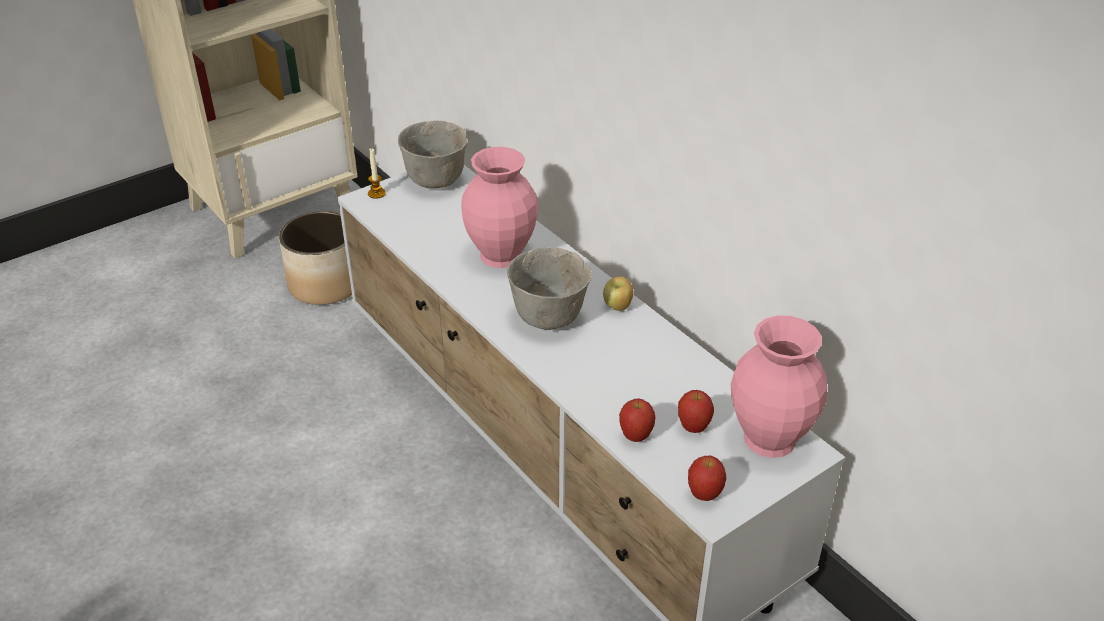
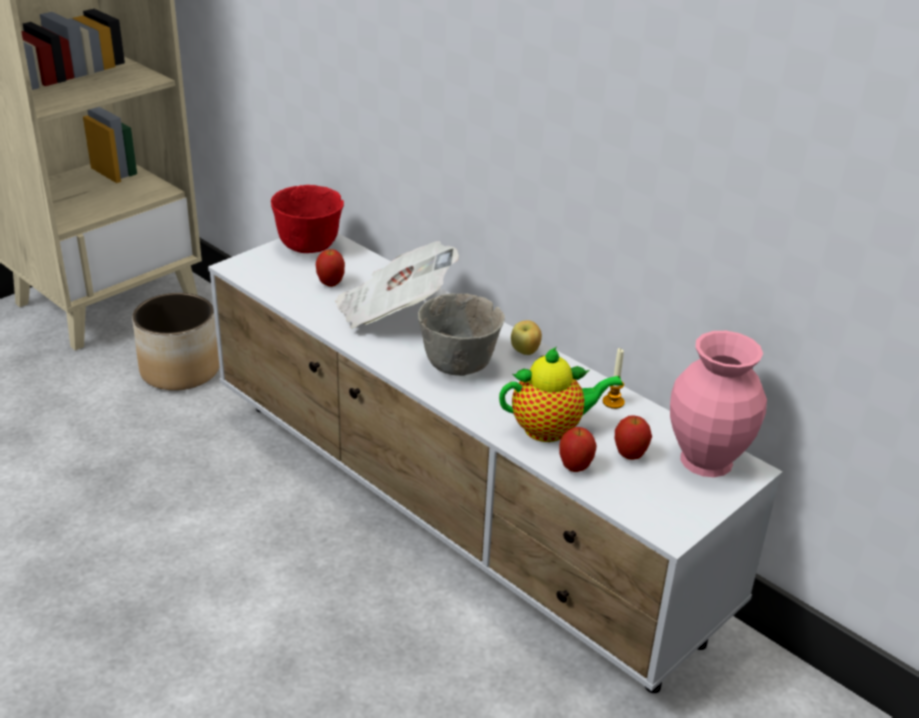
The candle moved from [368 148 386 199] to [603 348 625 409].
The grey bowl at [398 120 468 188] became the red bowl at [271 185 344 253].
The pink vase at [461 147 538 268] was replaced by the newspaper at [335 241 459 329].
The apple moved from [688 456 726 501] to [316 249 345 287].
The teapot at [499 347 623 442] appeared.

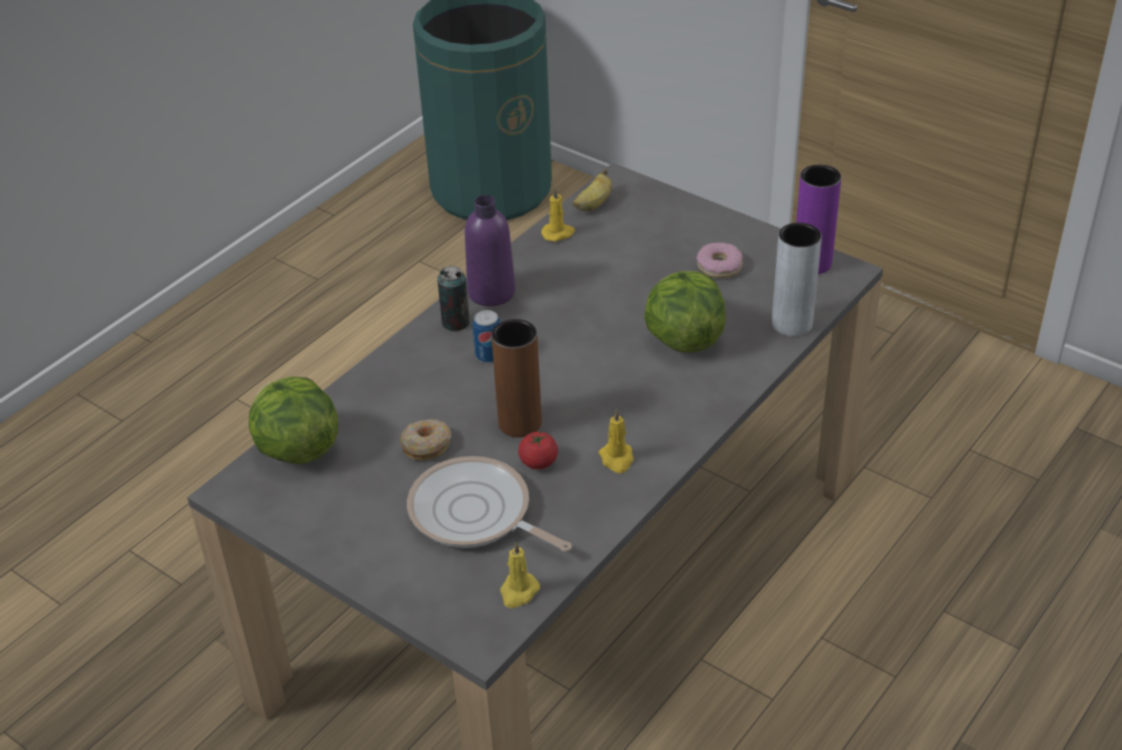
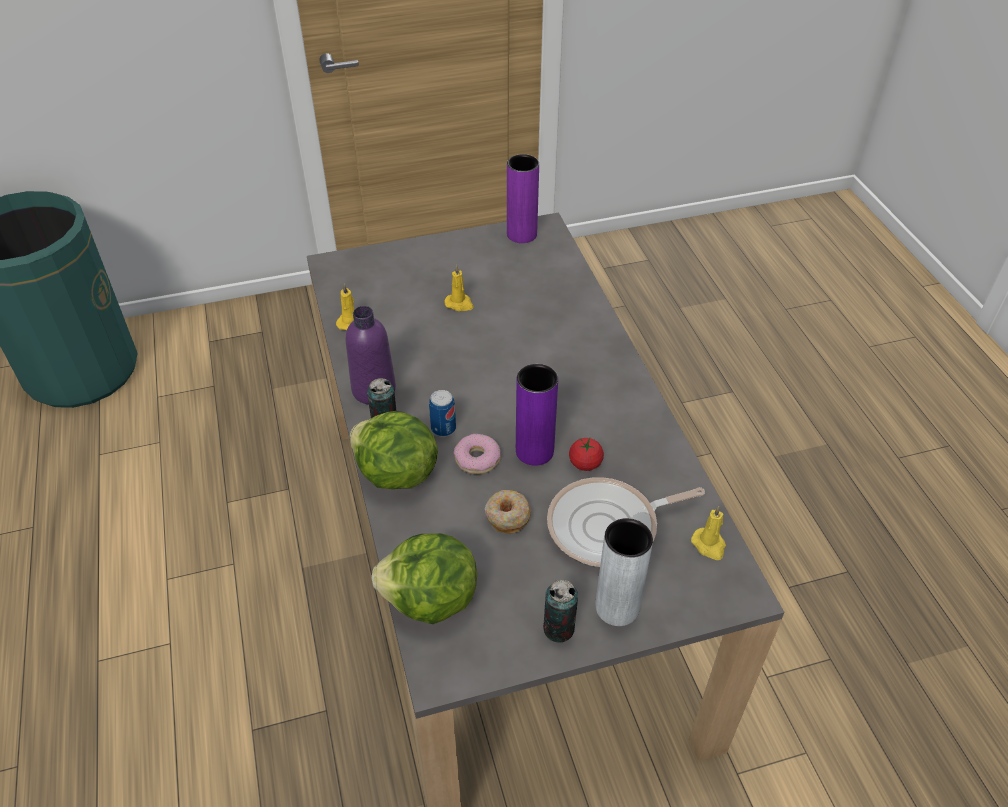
The brown vase at [491 319 542 438] became the purple vase at [516 364 558 466].
The banana at [572 169 612 211] disappeared.
The yellow candle moved from [599 409 634 473] to [445 265 474 311].
The lettuce moved from [644 271 726 353] to [350 411 438 489].
The donut moved from [696 243 743 278] to [454 434 501 474].
The grey vase moved from [772 223 822 336] to [596 518 653 626].
The can at [543 580 578 643] appeared.

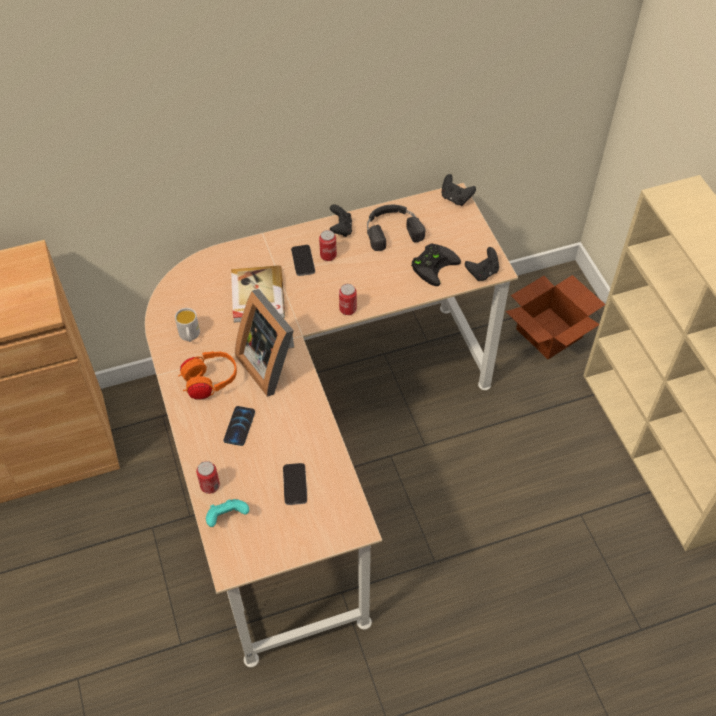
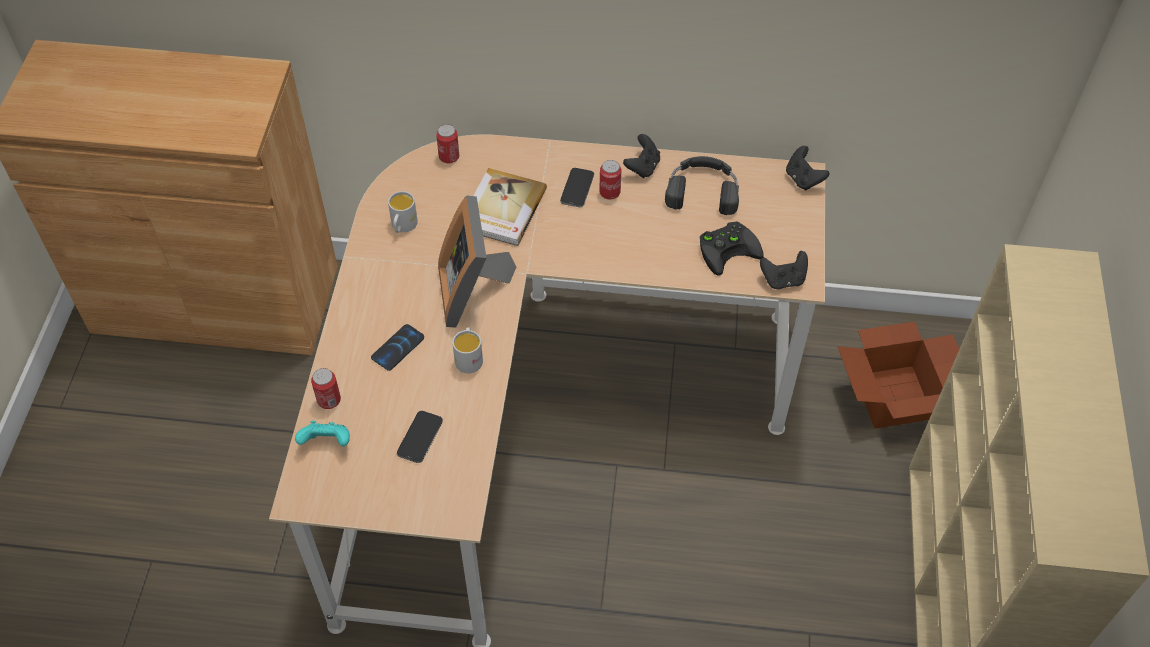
The orange headphones at [178 351 237 399] disappeared.
The can moved from [339 284 357 315] to [436 124 459 163].
The white mug at [452 327 483 373] appeared.

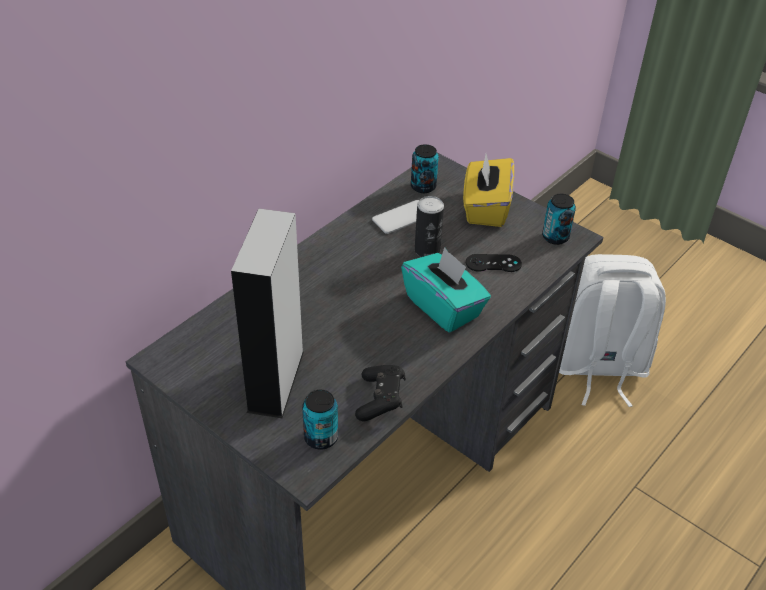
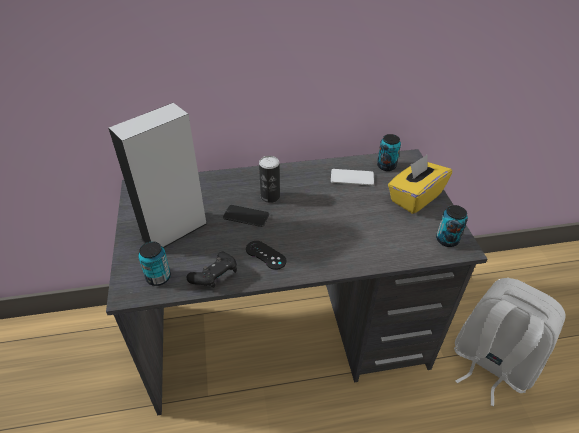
The turquoise tissue box at [401 247 491 332] disappeared.
The can moved from [415 196 444 257] to [259 156 280 203].
The black game controller moved from [466 254 522 272] to [246 241 287 270].
The phone at [223 205 269 227] appeared.

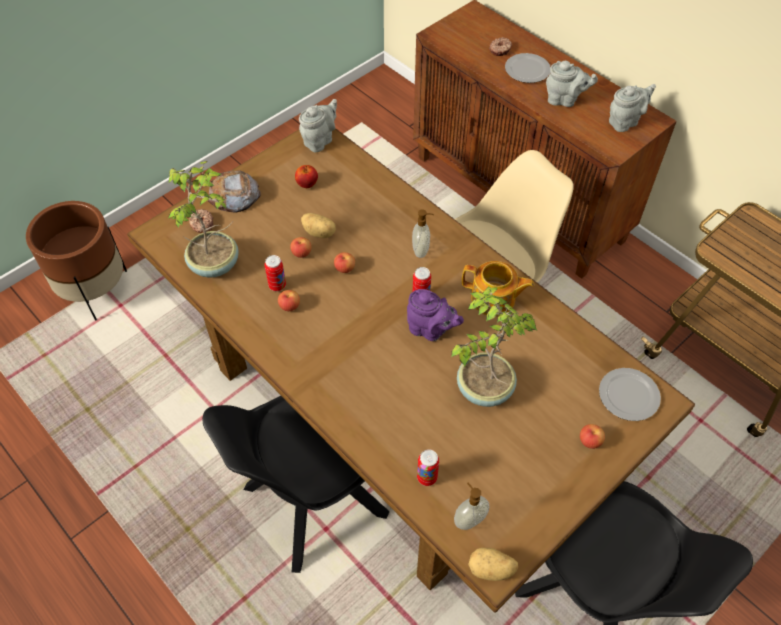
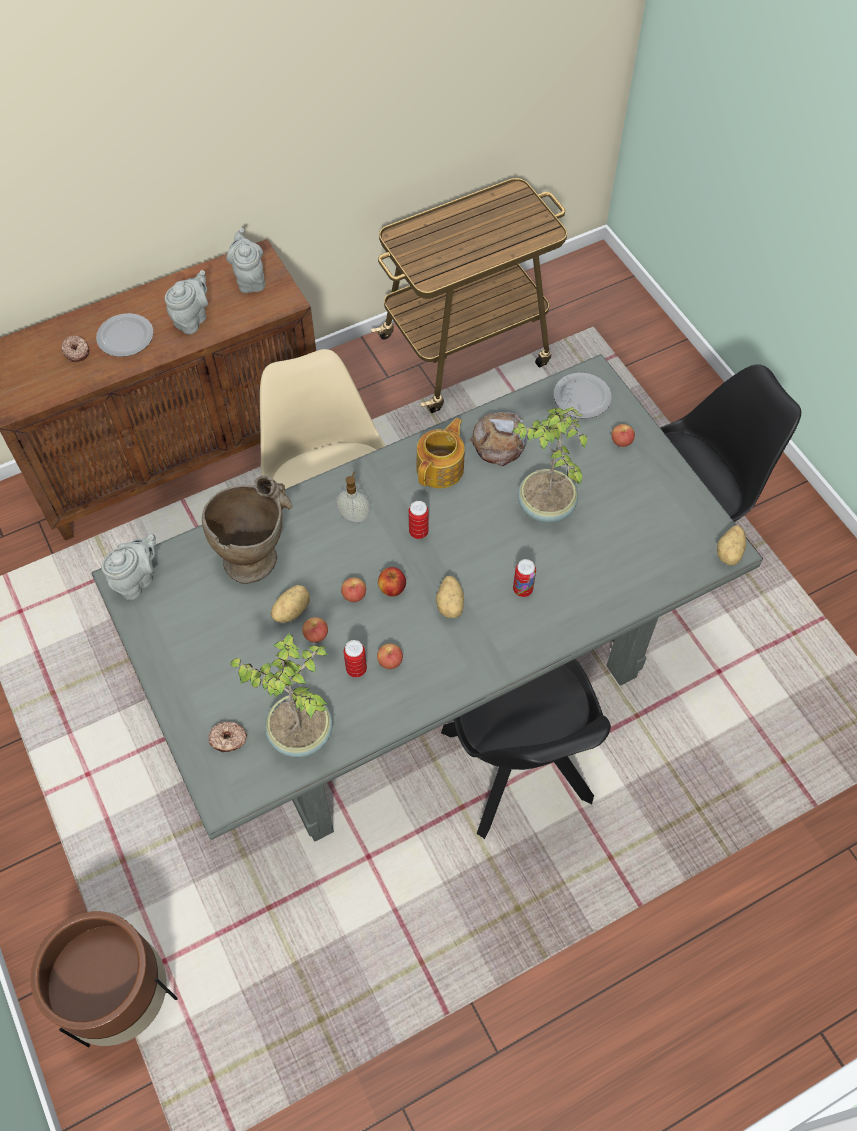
The brown dining table at [127 128 695 613] became the grey dining table at [92 354 763 842].
The bread moved from [208 170 261 212] to [470 412 528 466].
The apple moved from [295 165 318 188] to [378 567 406 597].
The grey teapot at [299 99 337 152] turned 75 degrees clockwise.
The purple teapot at [407 289 464 341] disappeared.
The can moved from [417 449 439 486] to [513 559 536 597].
The soap dispenser at [454 483 489 530] disappeared.
The beige vase at [202 475 293 584] appeared.
The potato at [436 576 464 618] appeared.

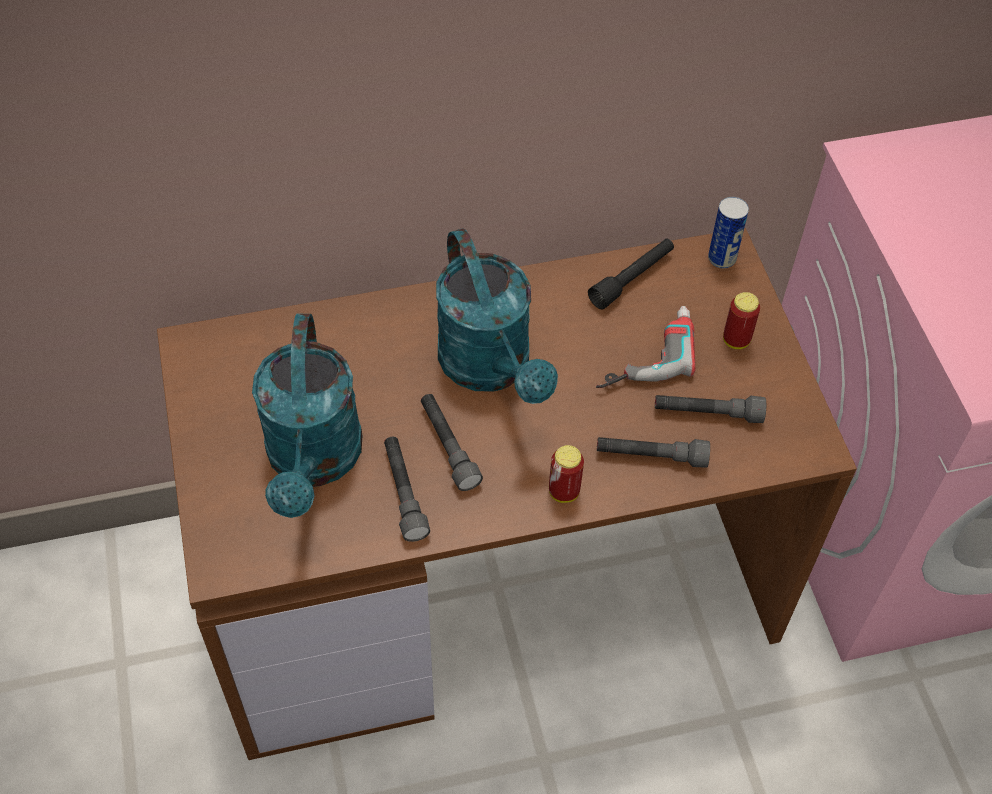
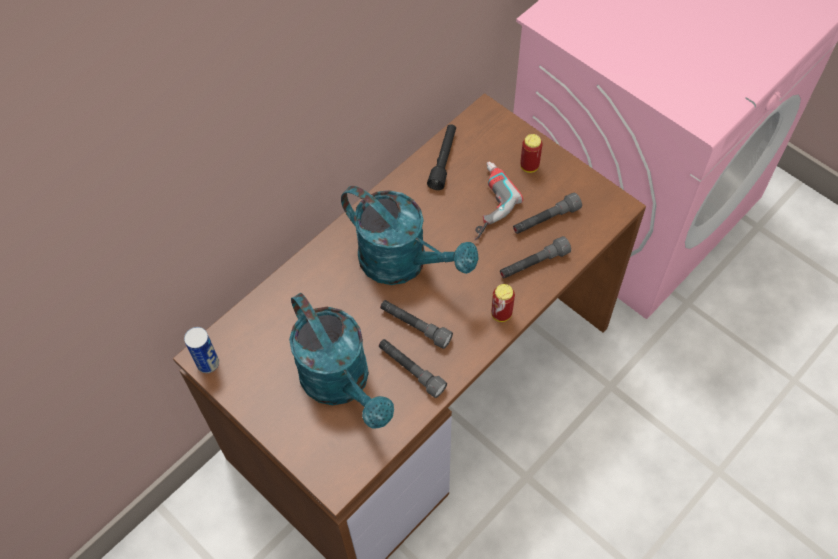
The can moved from [708 197 749 268] to [184 327 219 373].

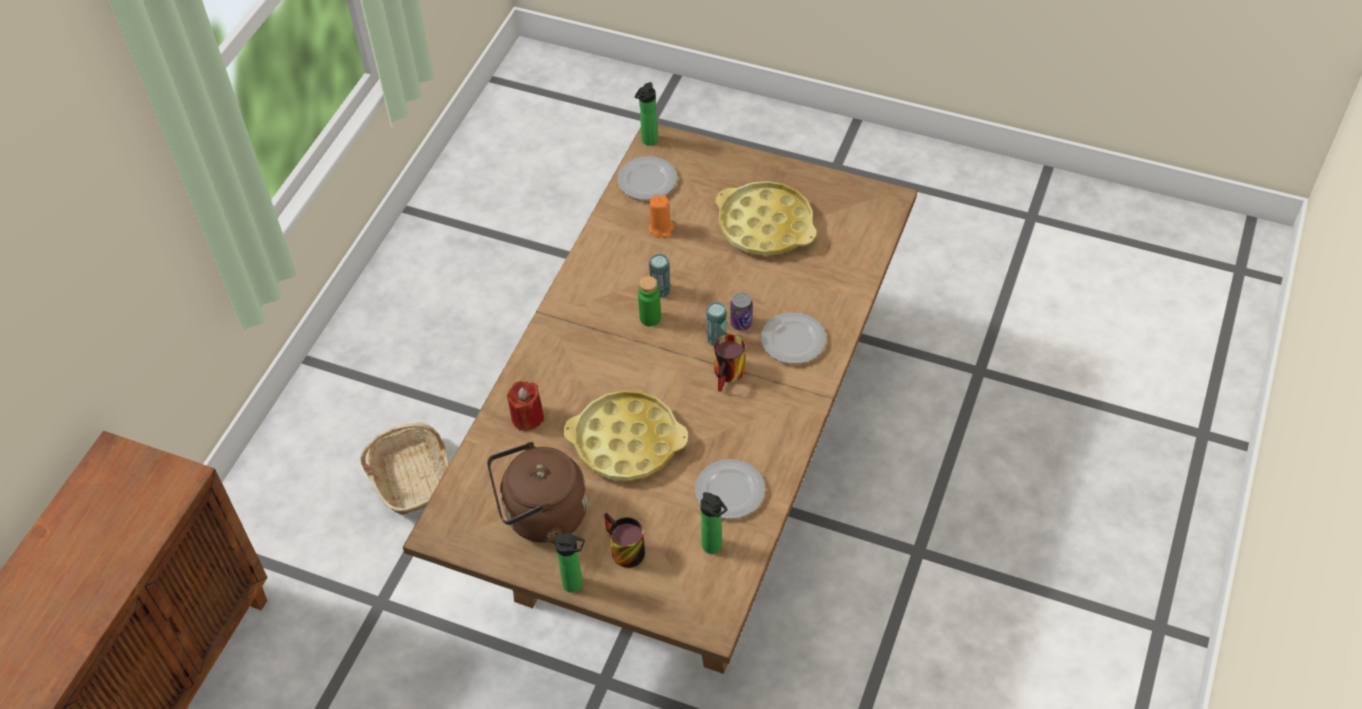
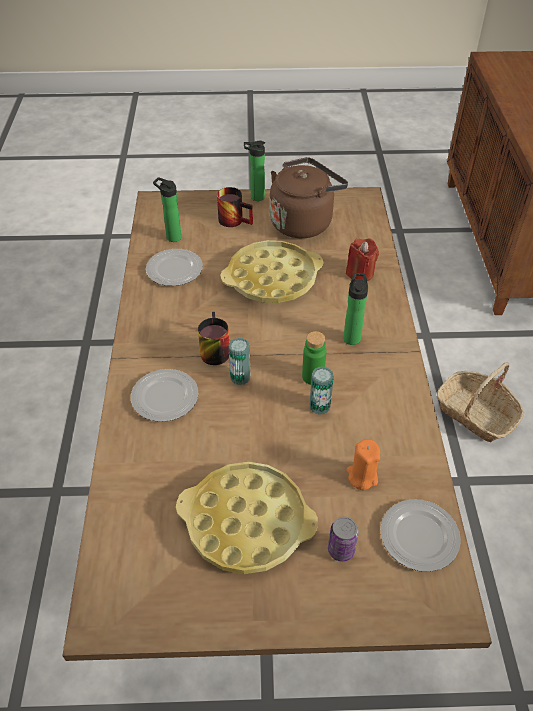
The bottle moved from [635 82 658 145] to [343 273 368 345].
The can moved from [730 292 753 331] to [328 517 359 562].

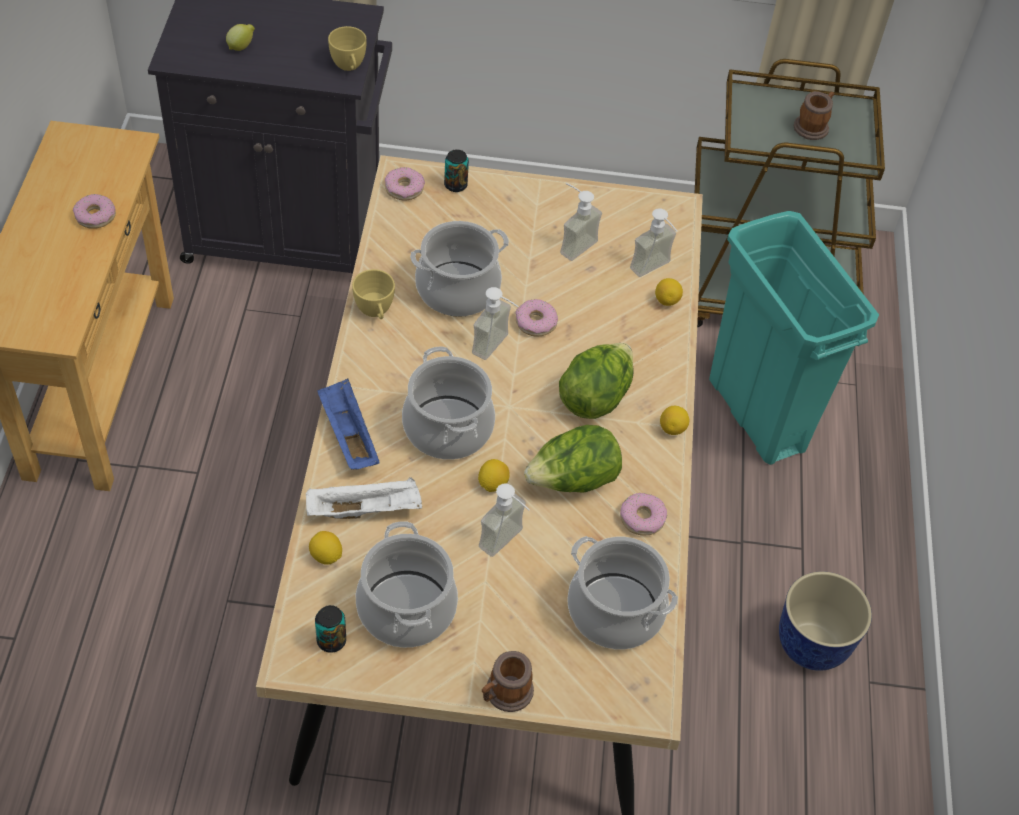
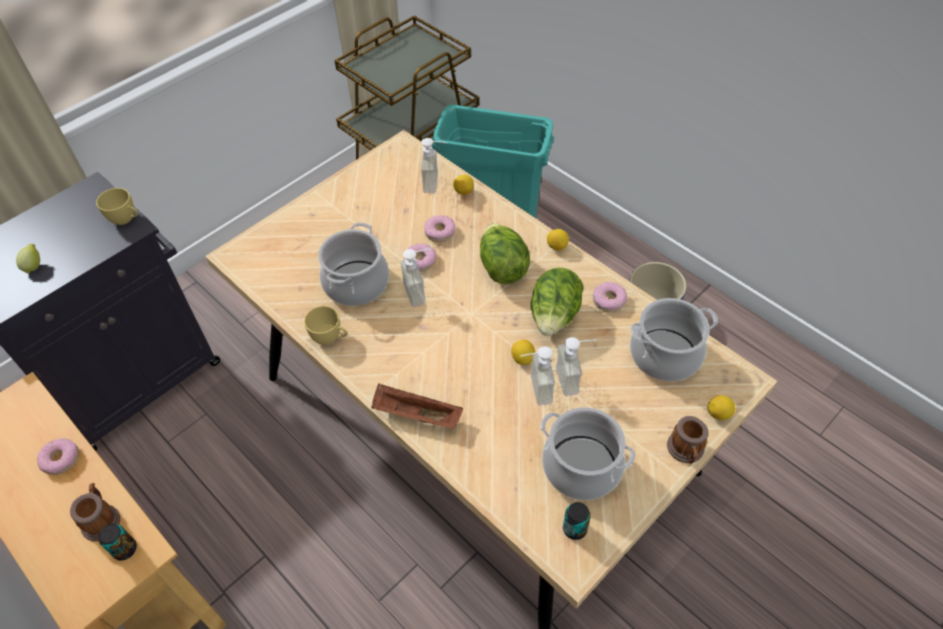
The white tray at [306 477 422 519] disappeared.
The lemon moved from [309 531 342 565] to [708 395 735 420].
The blue tray at [318 379 380 470] became the brown tray at [371 384 463 428].
The donut moved from [385 167 425 200] to [424 215 455 242].
The cooking pot at [402 346 495 460] disappeared.
The can moved from [444 149 469 192] to [99 524 137 561].
The soap dispenser moved from [560 183 602 261] to [520 346 555 405].
The mug moved from [794 91 835 140] to [70 483 120 541].

